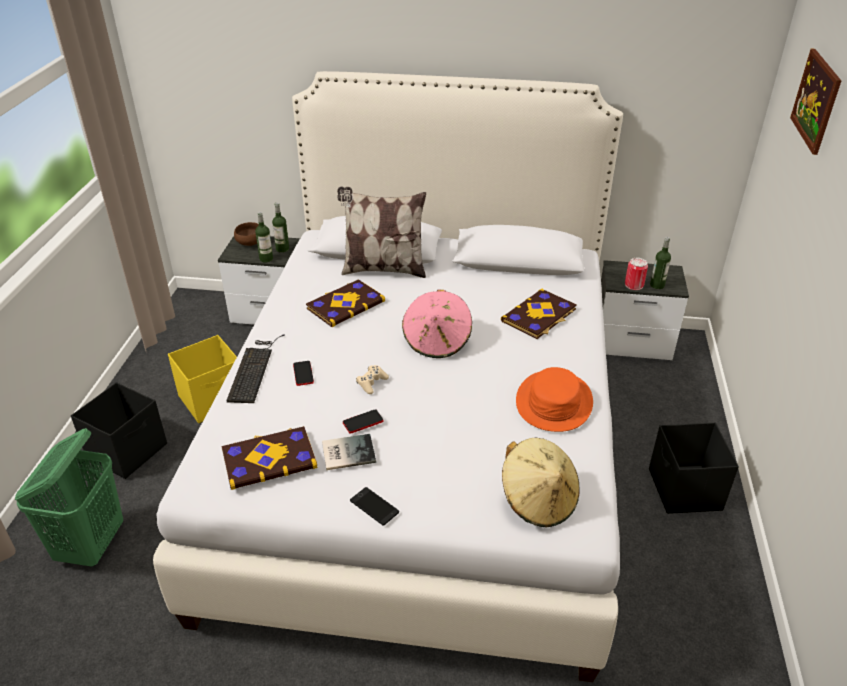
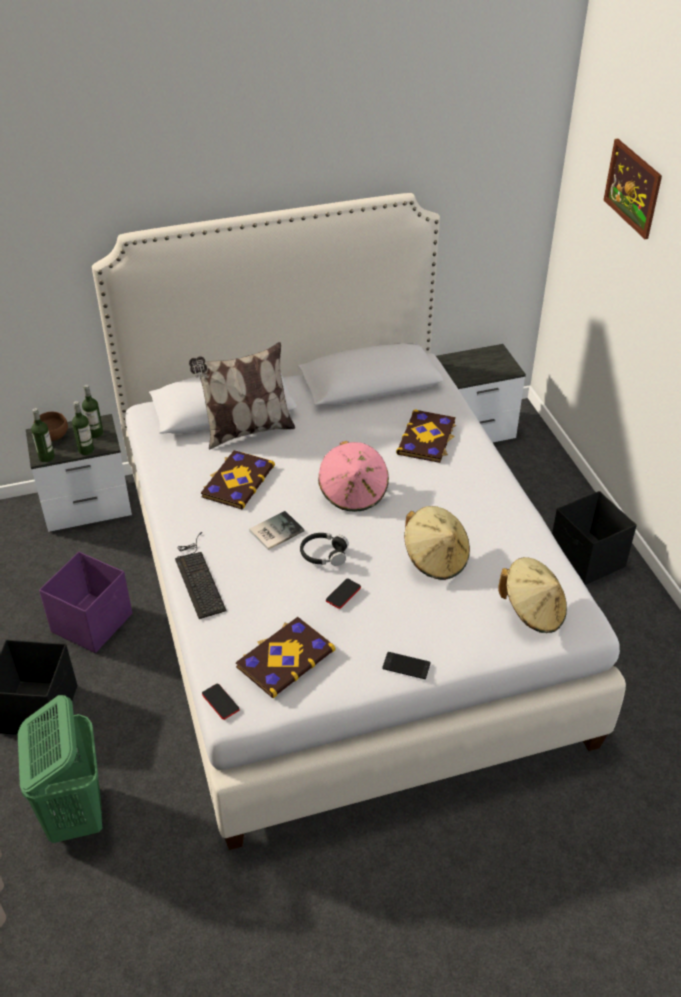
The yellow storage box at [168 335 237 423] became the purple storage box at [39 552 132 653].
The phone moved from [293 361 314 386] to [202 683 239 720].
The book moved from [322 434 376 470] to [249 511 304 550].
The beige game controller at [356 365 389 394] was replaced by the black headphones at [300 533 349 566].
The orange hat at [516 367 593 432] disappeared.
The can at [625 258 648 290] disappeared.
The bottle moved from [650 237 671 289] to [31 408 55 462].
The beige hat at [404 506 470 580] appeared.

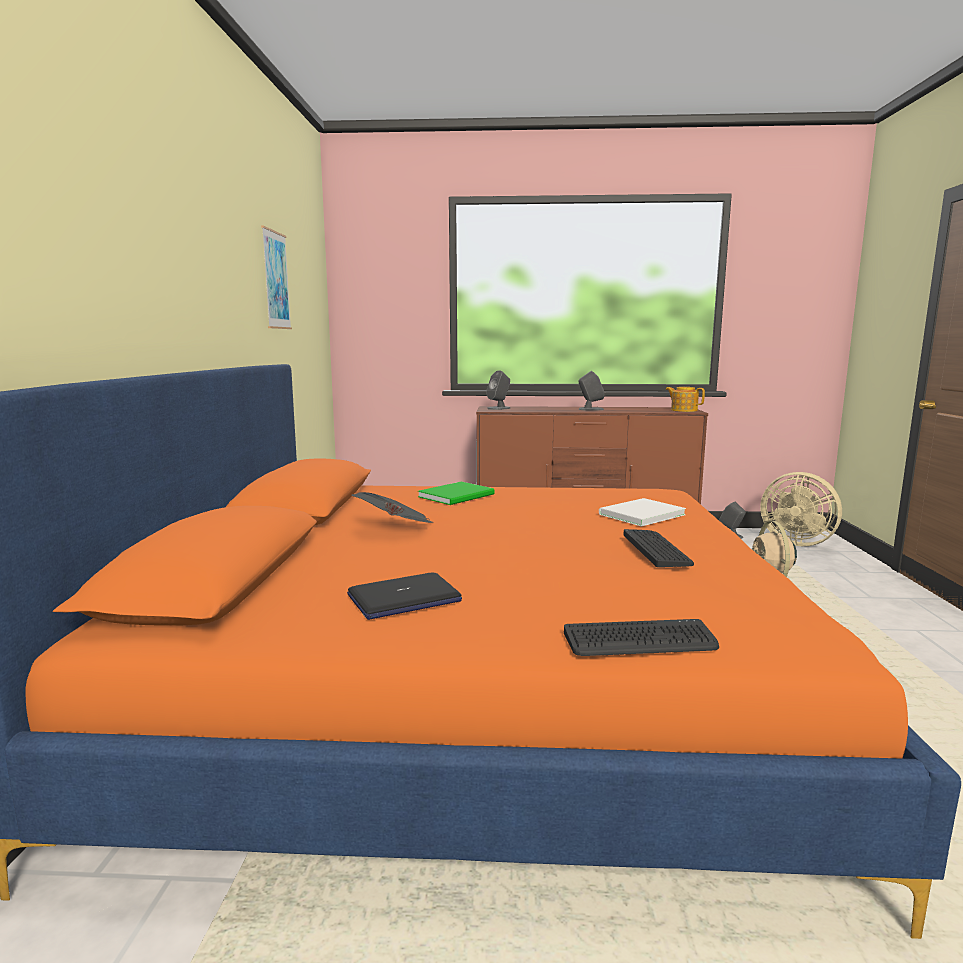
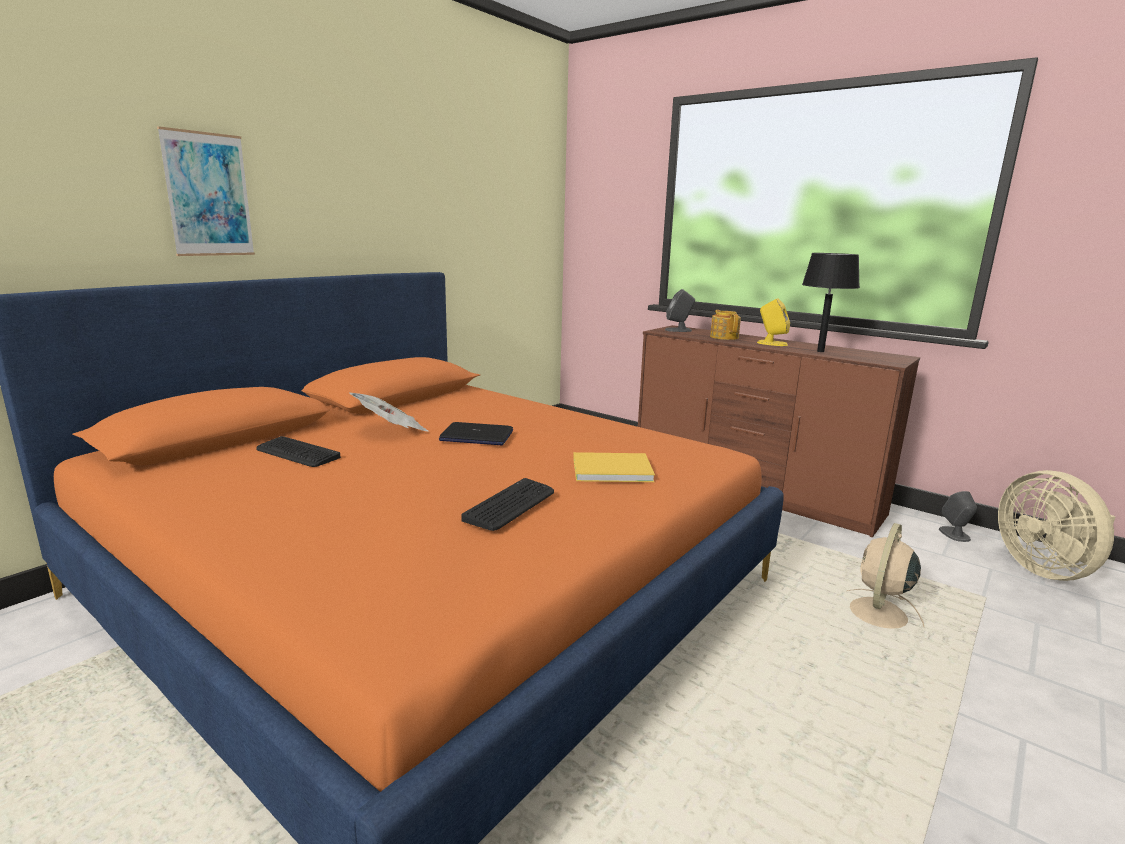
The picture moved from [261 226 292 329] to [157 126 255 256].
The laptop moved from [347 573 462 620] to [439 422 513 445].
The green book at [418 482 494 505] disappeared.
The keyboard moved from [564 619 719 656] to [256 436 341 467].
The grey speaker at [578 371 604 411] became the yellow speaker at [757 298 790 346].
The white book at [599 498 686 527] became the yellow book at [573 452 655 482].
The teapot moved from [665 387 705 412] to [710 310 741 340].
The black table lamp at [802 253 860 352] appeared.

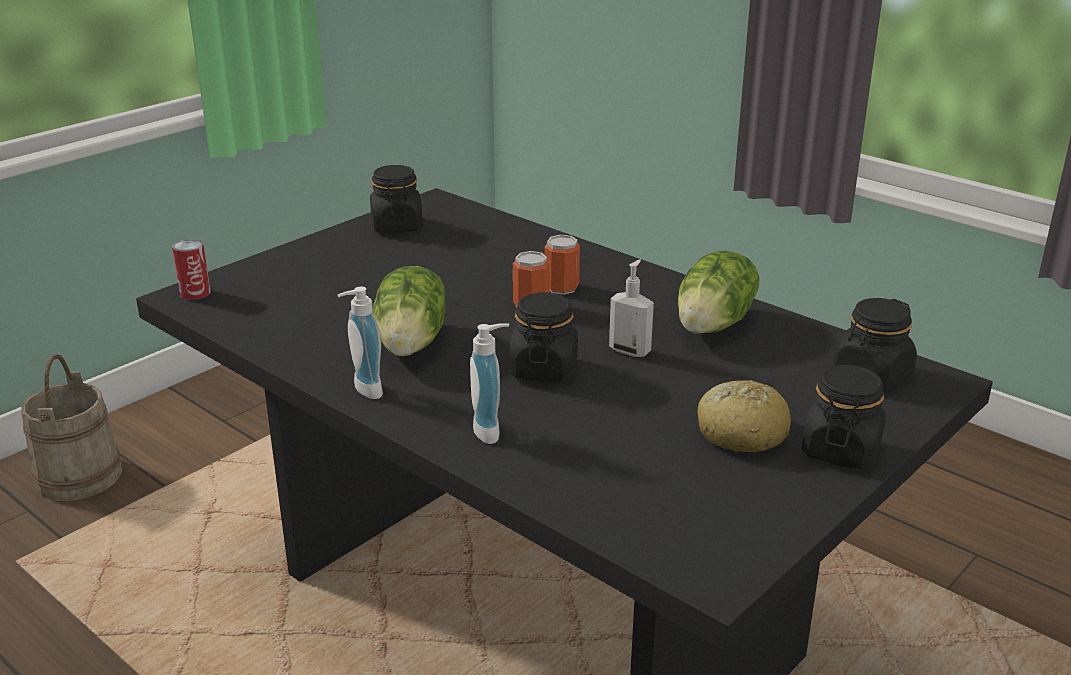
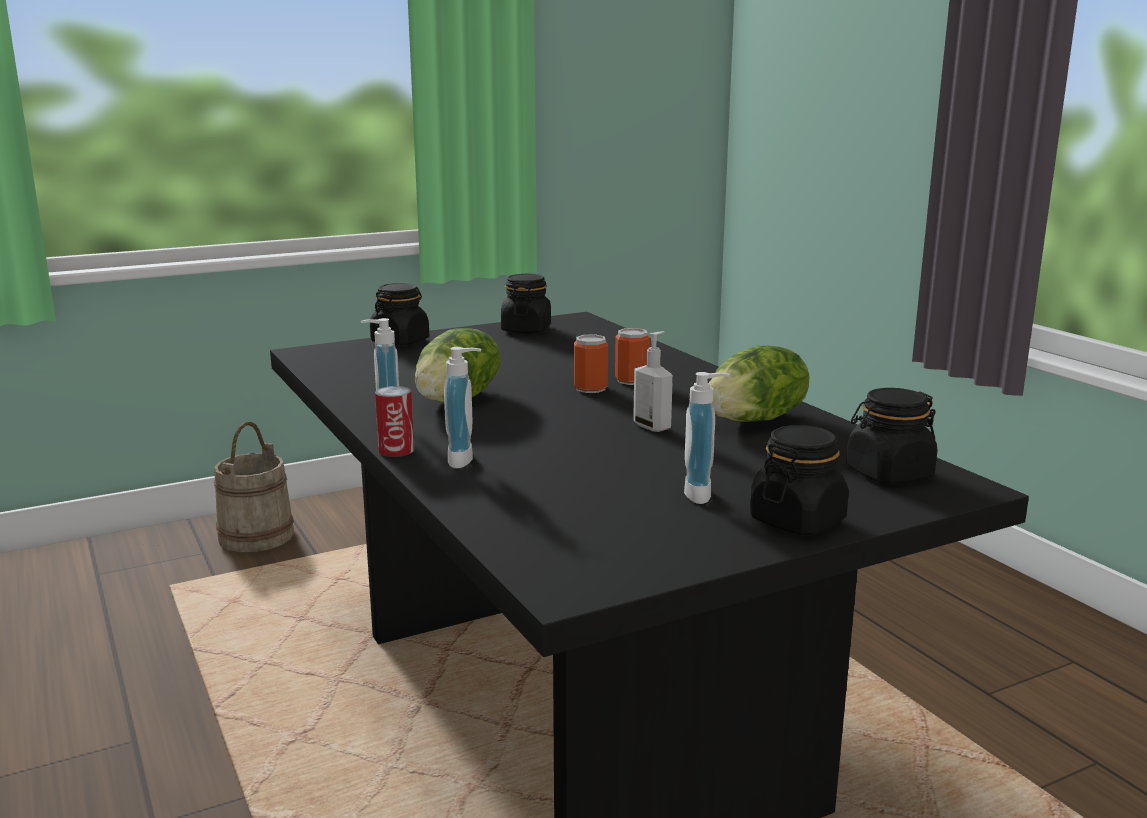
The can moved from [172 239 210 300] to [375 386 414 457].
The black jar moved from [509 292 578 382] to [370 283 429 346].
The bread at [697 380 791 452] was replaced by the soap dispenser at [684 372 730 504].

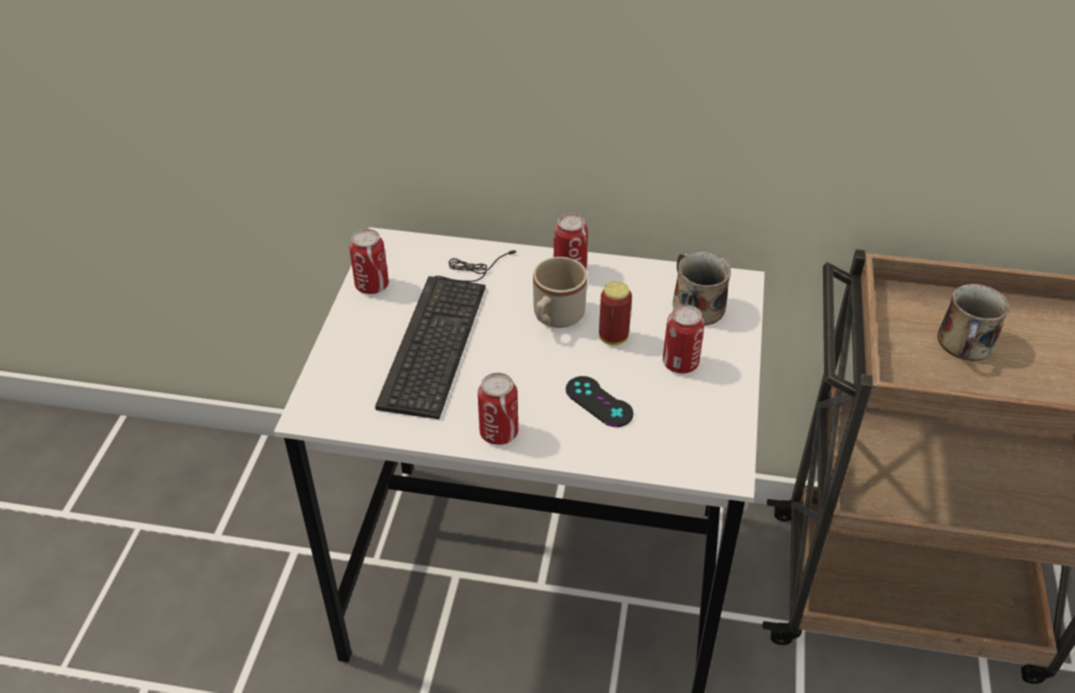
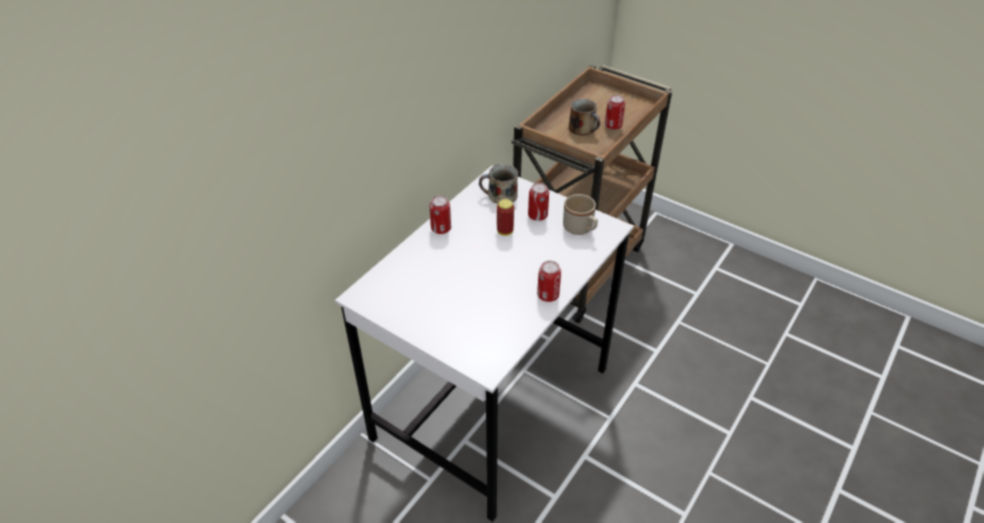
The can moved from [349 229 389 294] to [605 95 625 130].
The keyboard at [375 250 516 419] disappeared.
The beige mug moved from [533 257 587 328] to [563 194 598 235].
The black game controller at [566 376 633 427] disappeared.

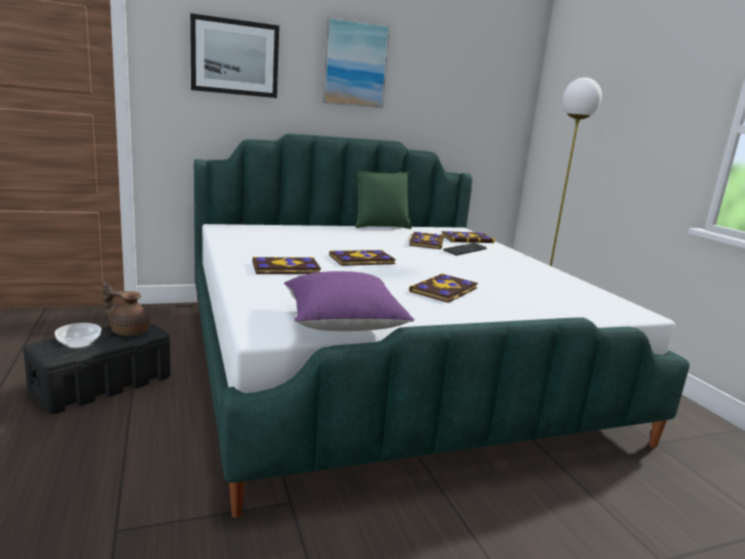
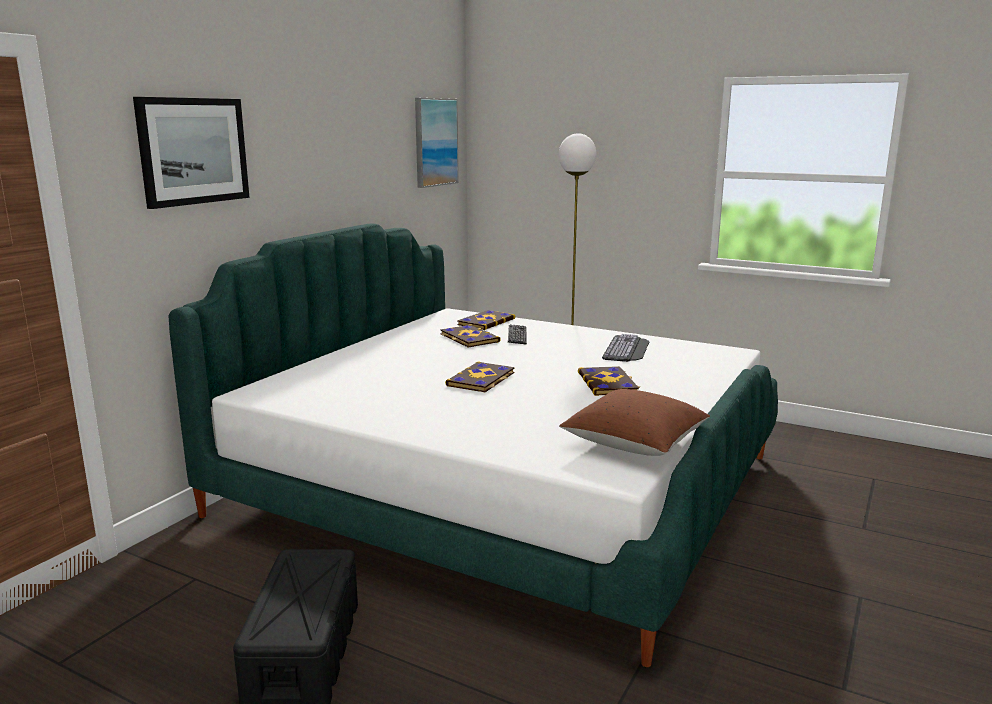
The bowl at [55 323 101 349] disappeared.
The brown teapot at [103 282 150 336] disappeared.
The book at [253 257 321 274] disappeared.
The purple pillow at [284 271 414 331] became the brown pillow at [559 389 710 456].
The picture moved from [323 17 390 108] to [415 98 459 188].
The green pillow at [356 171 412 229] disappeared.
The keyboard at [602 334 650 362] appeared.

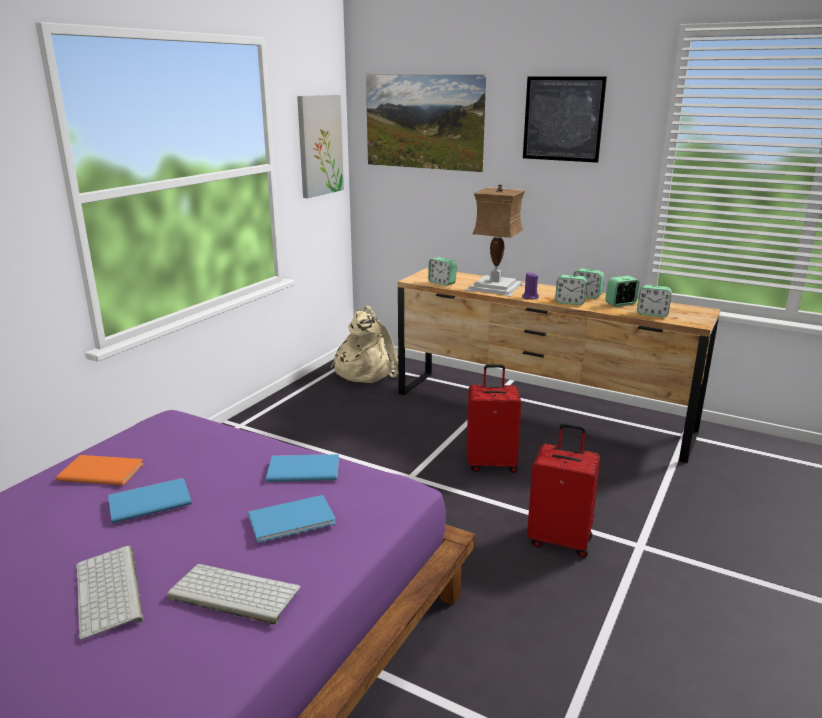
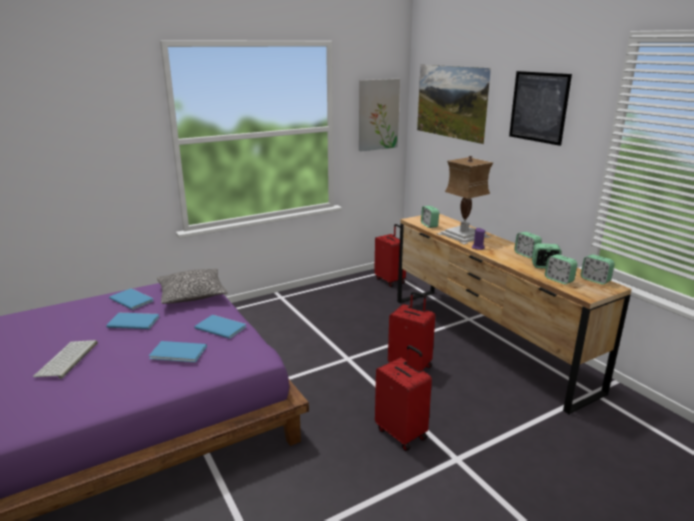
The orange book at [56 455 143 485] became the blue book at [109 288 153 310].
The keyboard at [167 564 301 624] disappeared.
The beige backpack at [330 306 398 383] was replaced by the red suitcase at [374 224 406 287].
The alarm clock moved from [555 275 587 305] to [581 254 615 284].
The pillow at [157 268 228 304] appeared.

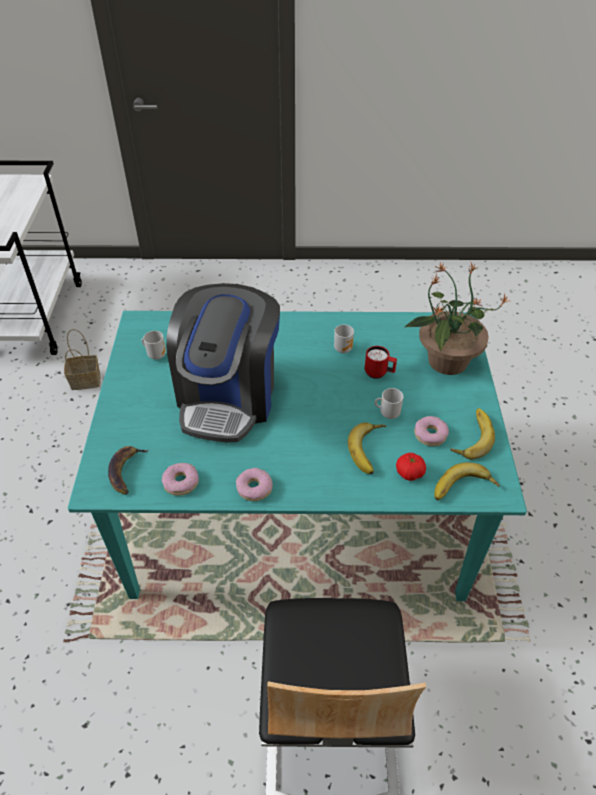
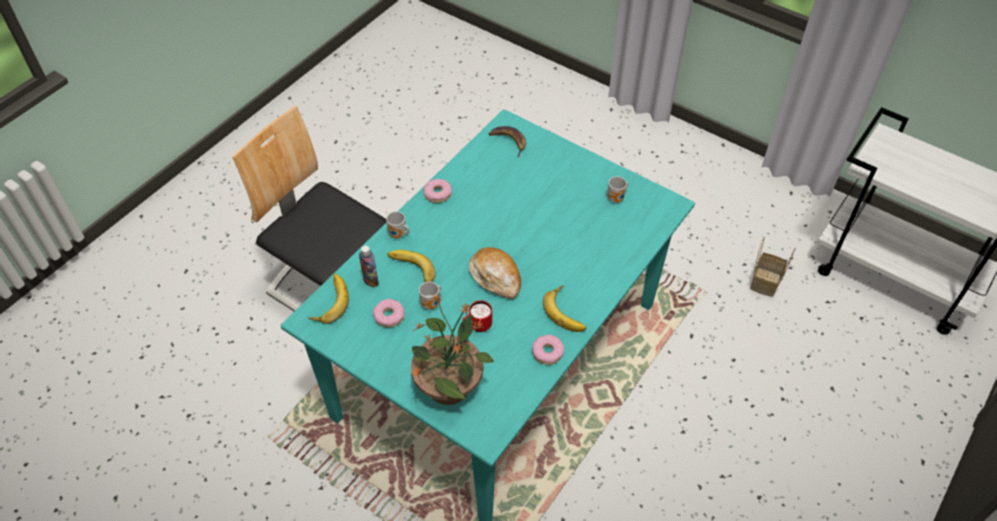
The donut moved from [162 463 199 496] to [532 335 564 365].
The coffee machine at [166 283 280 442] disappeared.
The mug moved from [334 325 354 353] to [386 211 410 238].
The tomato at [396 453 426 481] was replaced by the bottle at [359 246 379 287].
The banana moved from [450 408 495 460] to [543 285 587 332].
The bread at [469 247 521 299] appeared.

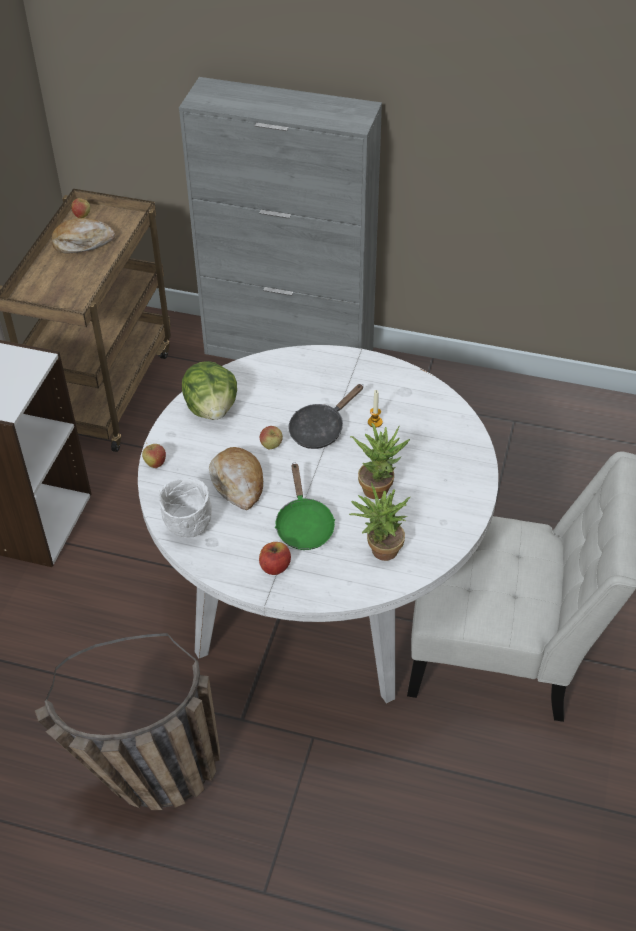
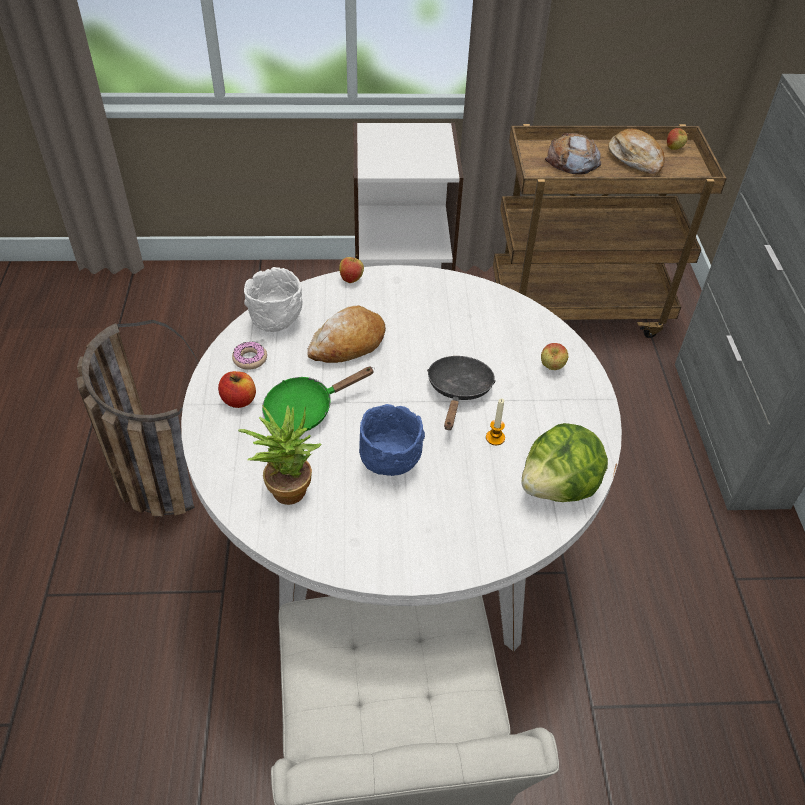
The lettuce moved from [182 361 237 420] to [522 423 608 502].
The apple moved from [260 426 283 449] to [541 343 568 370].
The black frying pan at [288 384 364 449] turned 75 degrees clockwise.
The potted plant at [350 423 410 499] was replaced by the blue bowl at [359 404 425 476].
The donut at [232 341 267 370] appeared.
The bread at [545 133 601 175] appeared.

